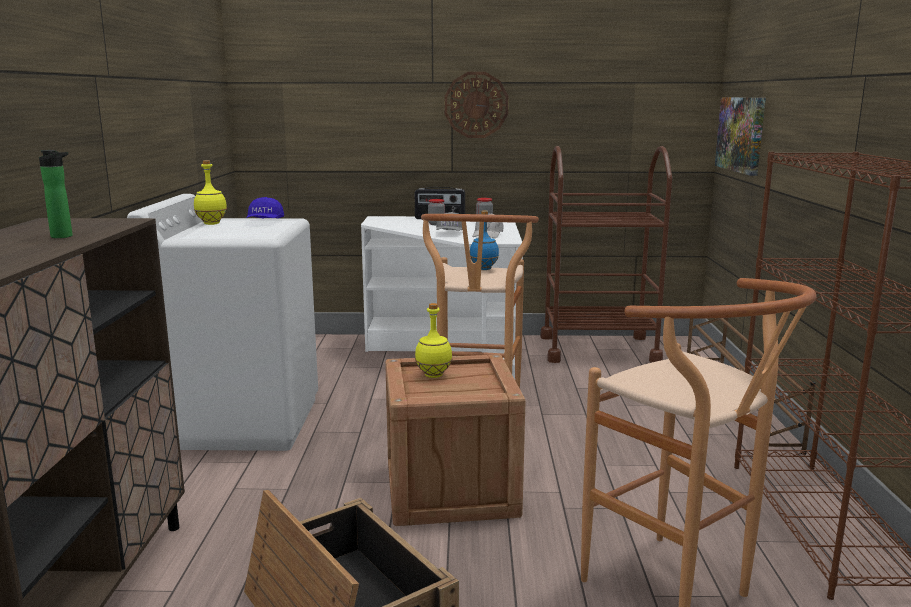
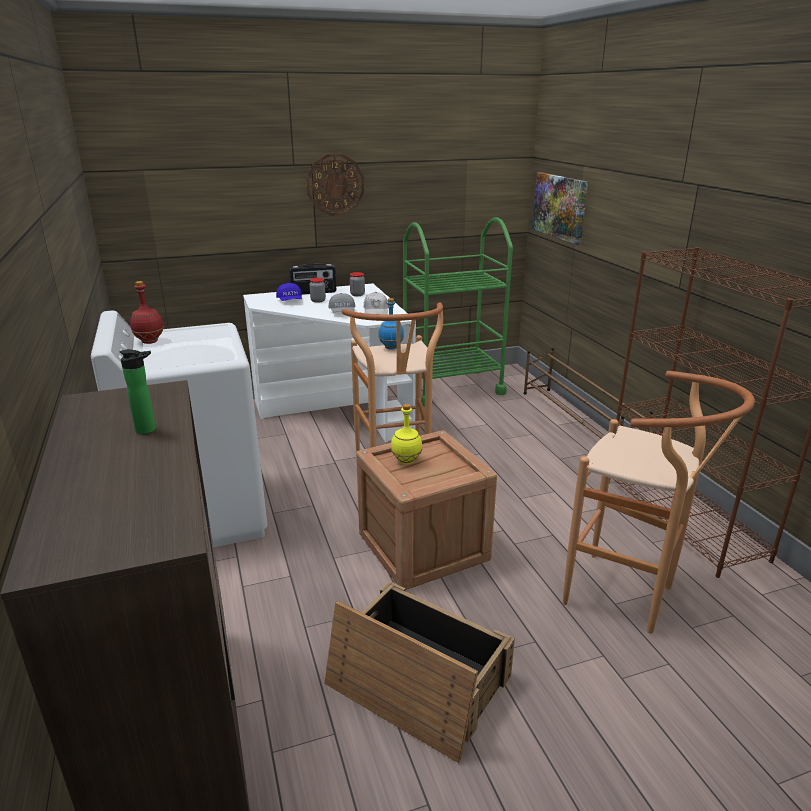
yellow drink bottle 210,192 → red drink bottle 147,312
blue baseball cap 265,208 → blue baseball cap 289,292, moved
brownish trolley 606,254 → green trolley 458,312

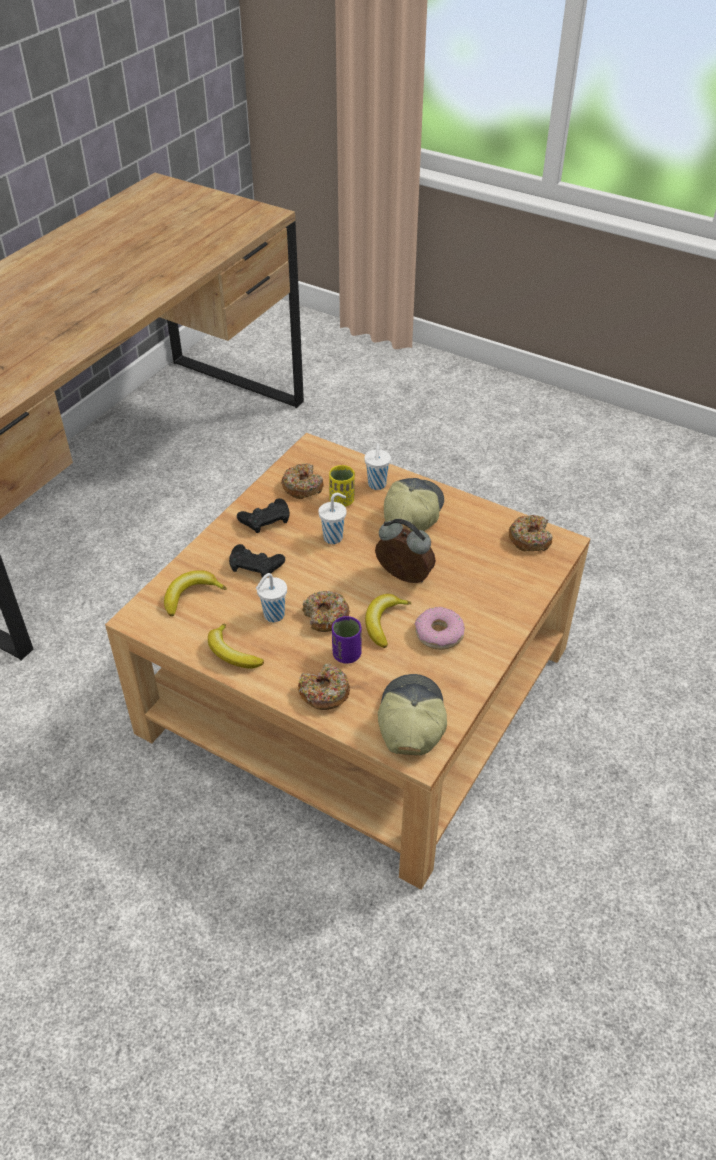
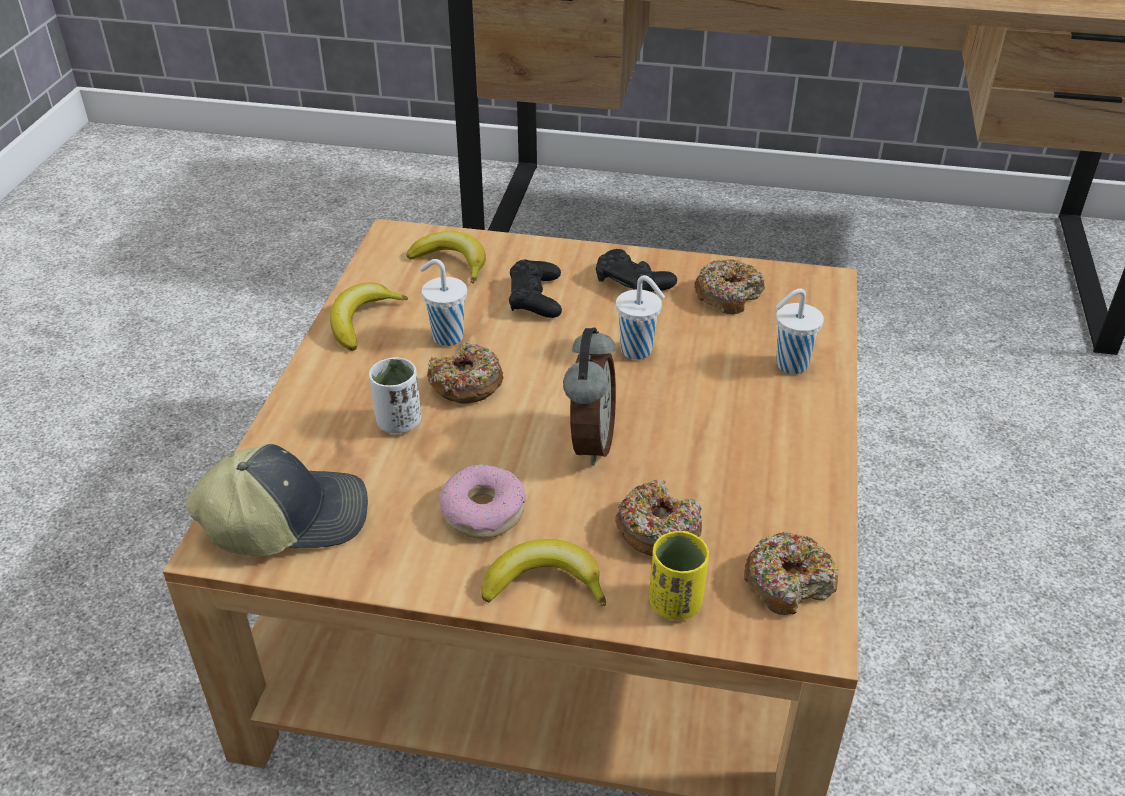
purplish cup 347,640 → white cup 395,395
whole banana 388,621 → whole banana 543,573, moved
donut 324,687 → donut 658,518, moved
yellow cup 342,486 → yellow cup 679,575, moved
baseball cap 414,505 → -

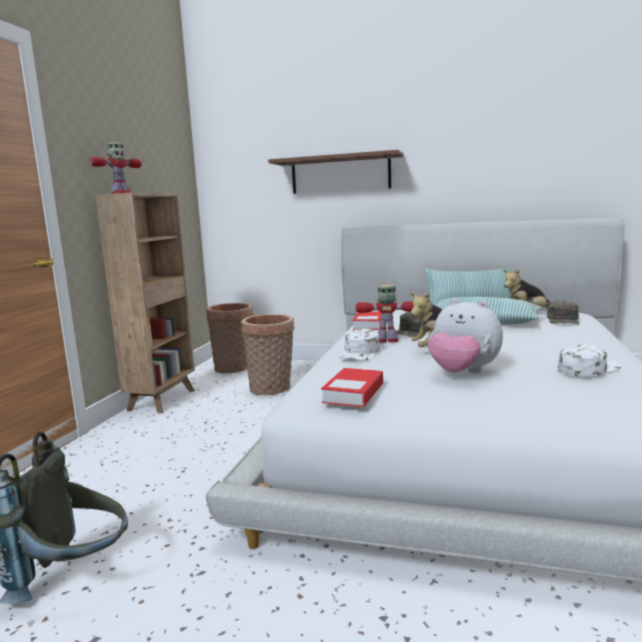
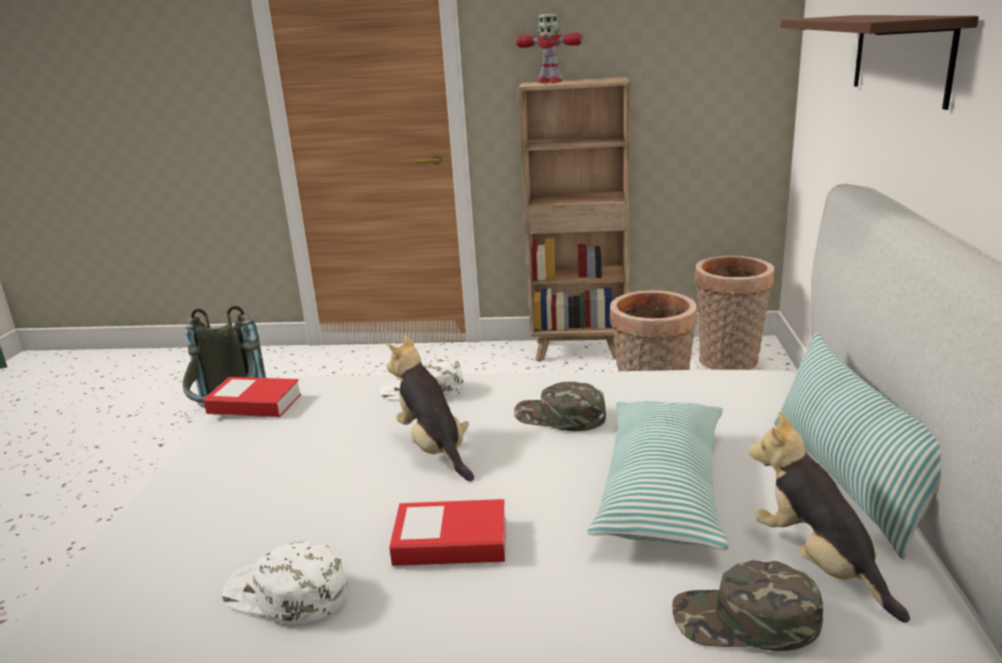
white baseball cap 589,360 → white baseball cap 284,582, 150 degrees clockwise
bound book 367,320 → bound book 448,532, moved
model robot 384,313 → -
soft toy 465,335 → -

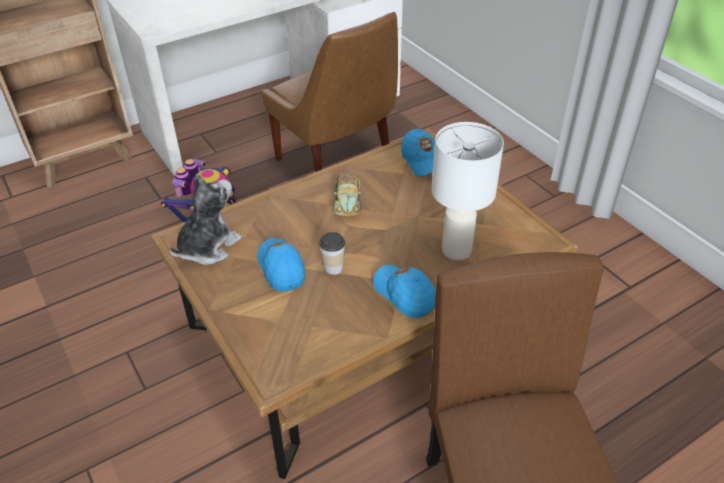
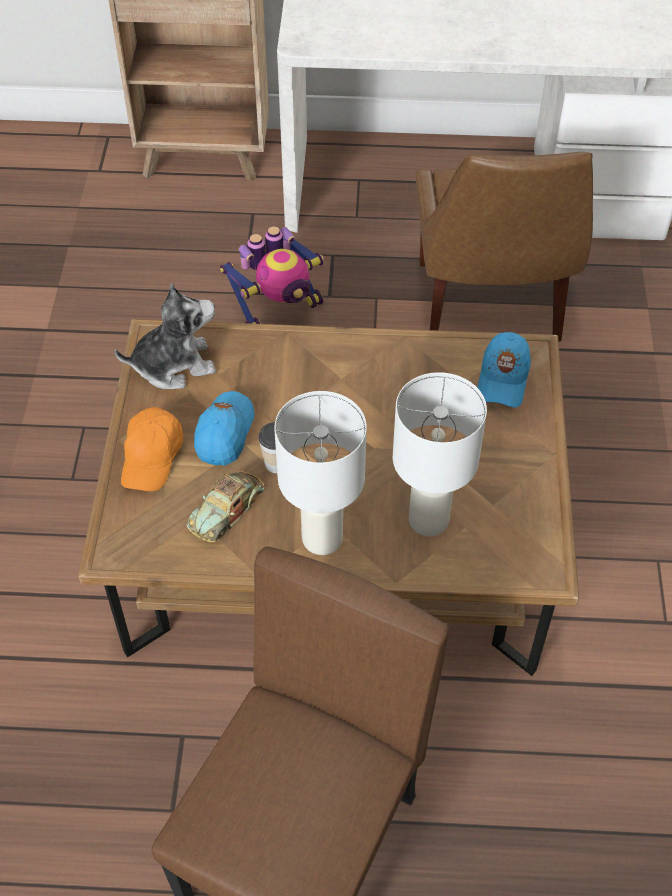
- → orange-coloured baseball cap 152,449
model car 347,194 → model car 225,507, moved
blue baseball cap 404,291 → white lamp for a table 320,473

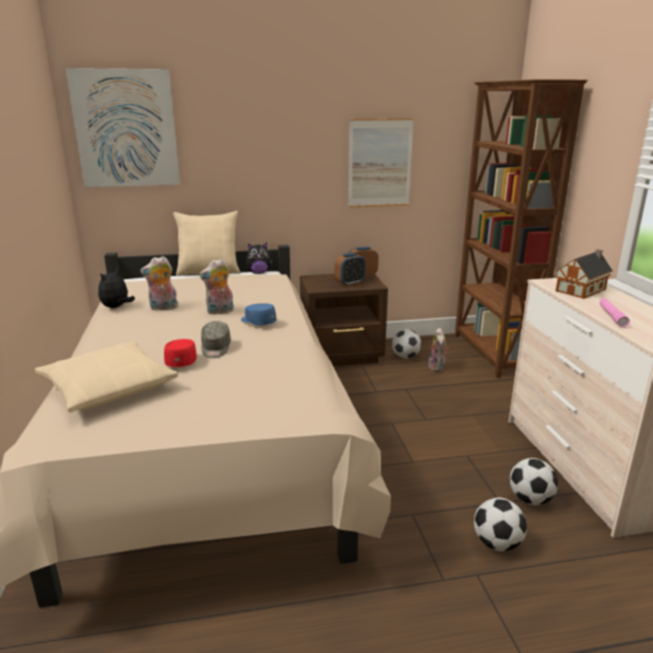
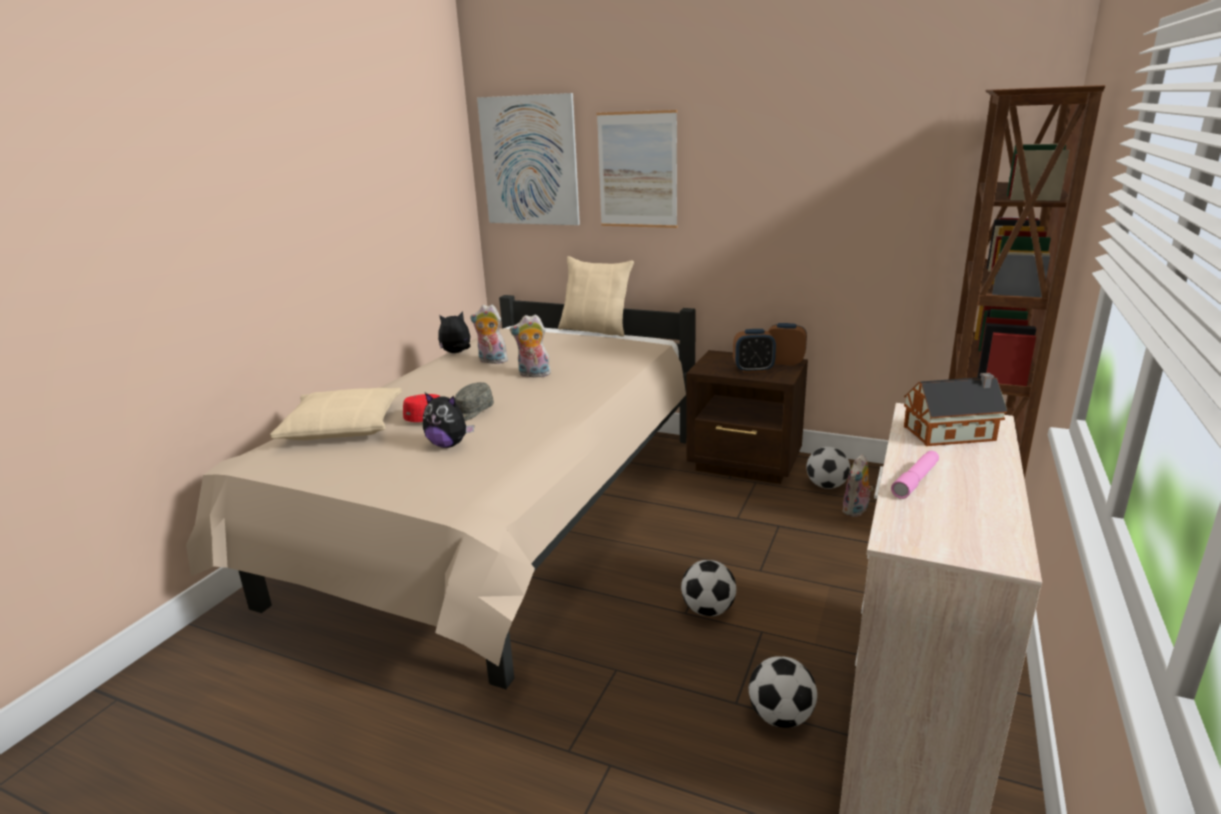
soft toy 259,258 → soft toy 448,420, moved
picture 381,163 → picture 637,169, moved
football ball 500,524 → football ball 708,588, moved
blue baseball cap 259,314 → -

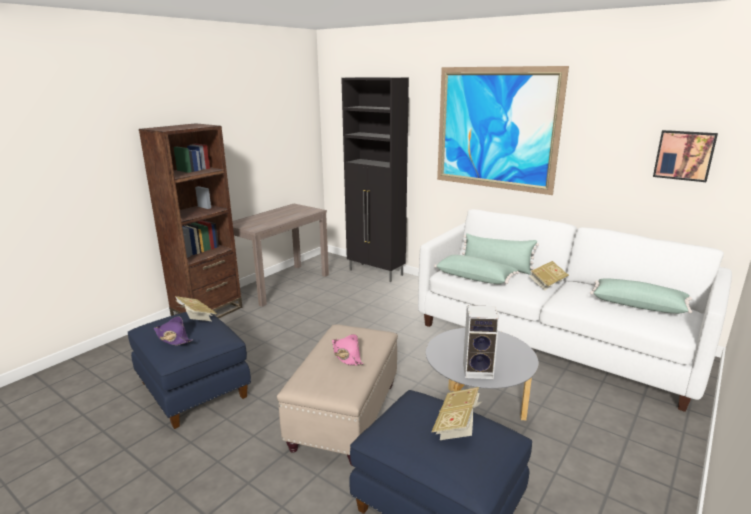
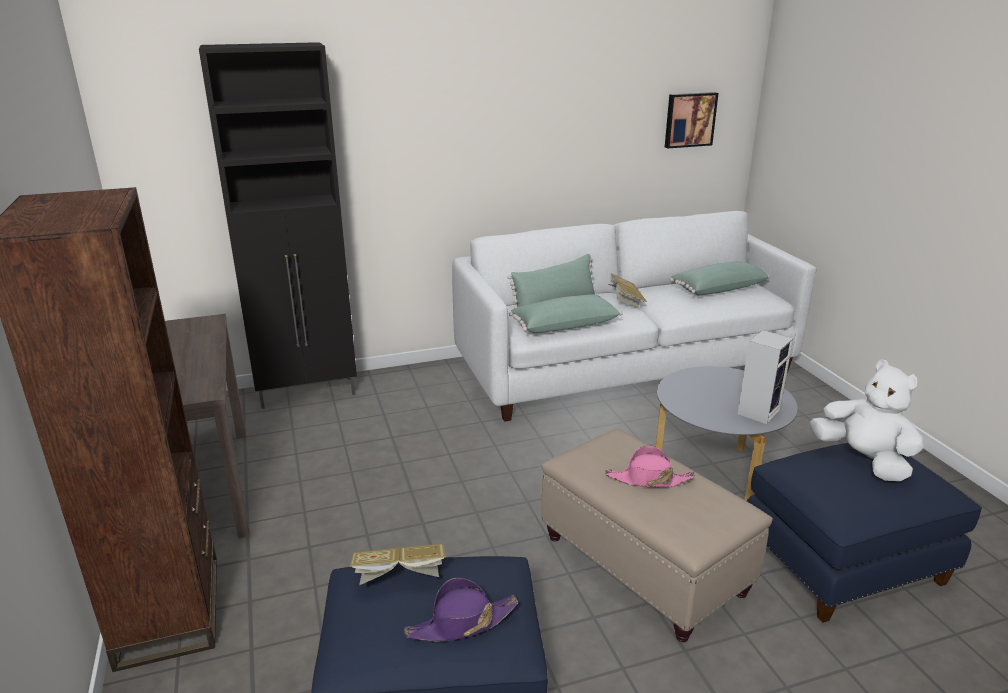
bound book 456,413 → white soft toy 866,420
picture 503,130 → -

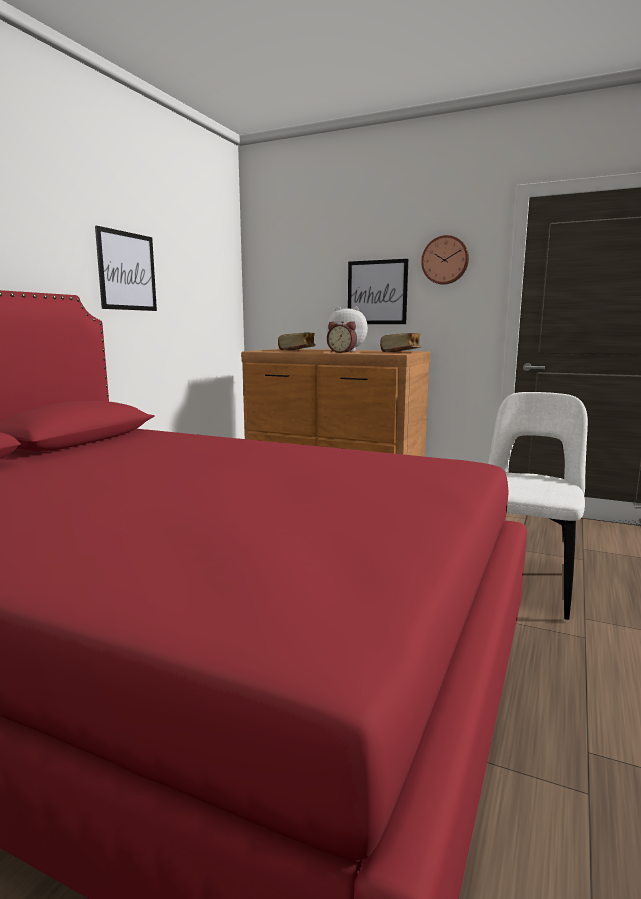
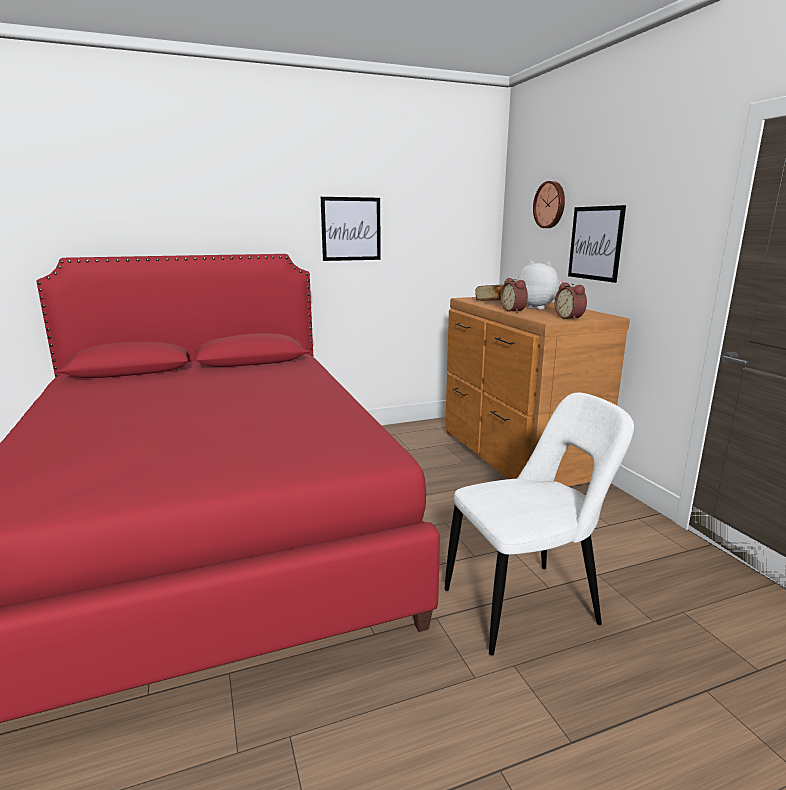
hanging clock 445,260 → hanging clock 549,204, moved
bound book 400,342 → bedside clock 571,301

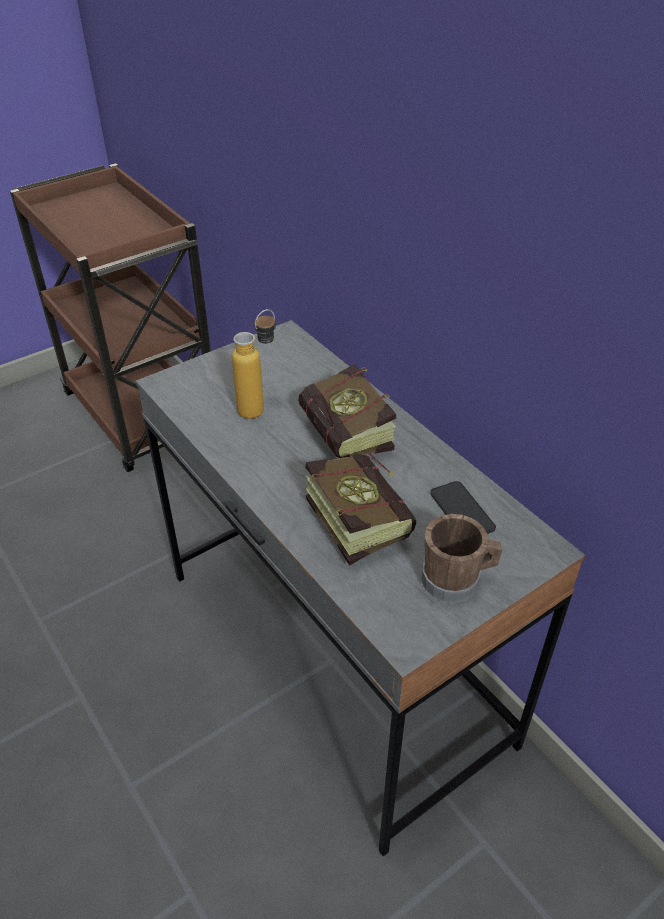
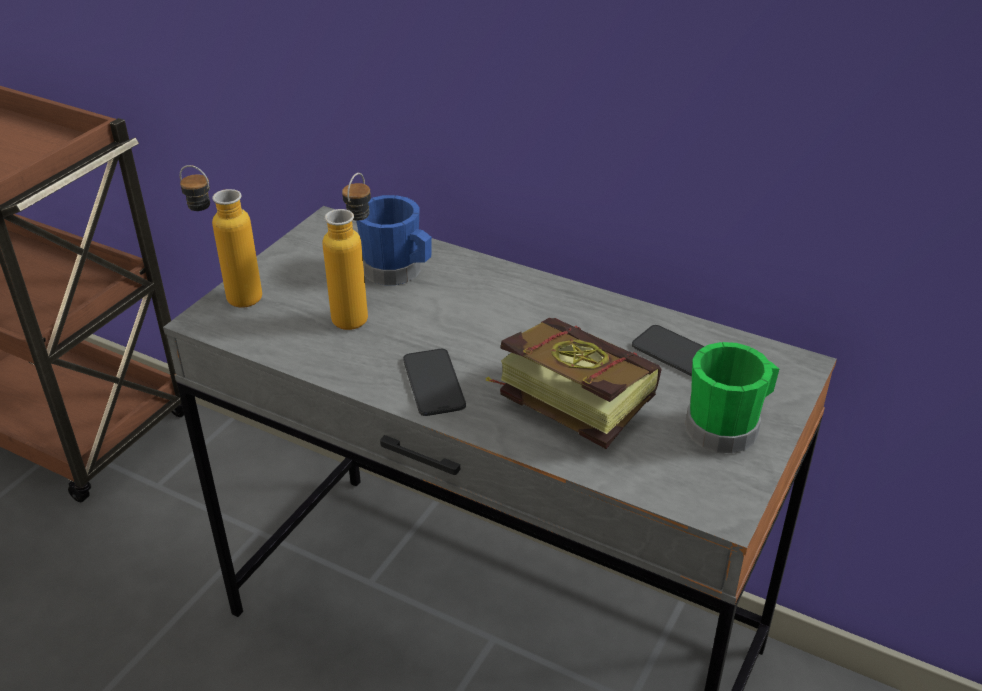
- → drink bottle 221,236
- → blue tea mug 394,240
- → phone 434,382
brownish tea mug 461,558 → green tea mug 732,397
bound book 347,420 → -

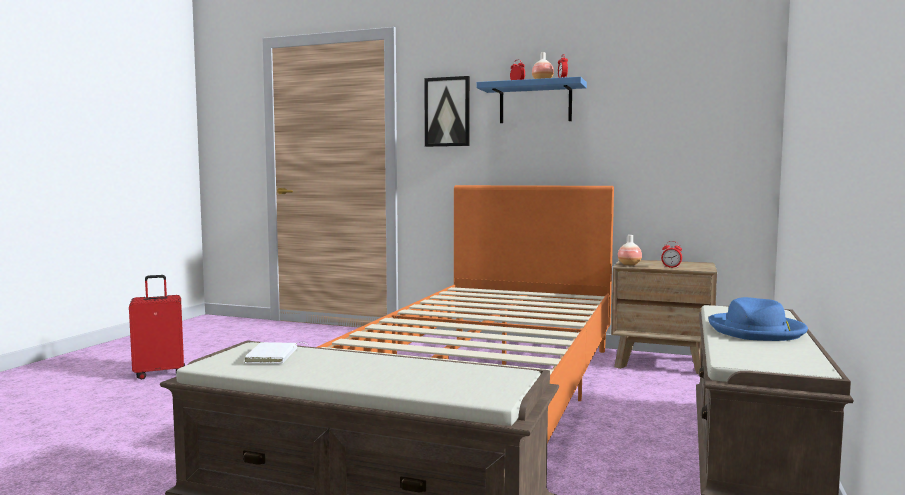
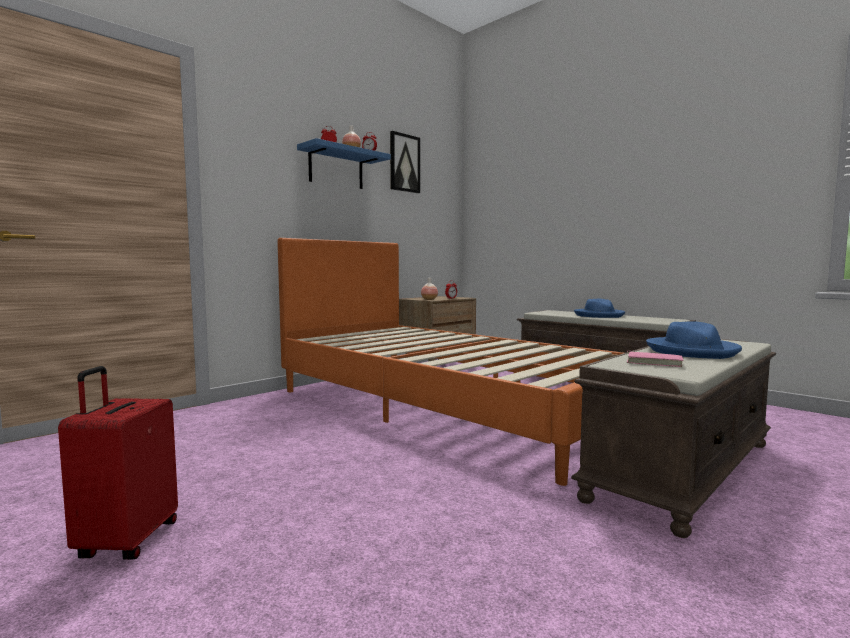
picture 447,111 → picture 405,162, moved
white bound book 276,353 → pink-coloured bound book 655,358
- → blue clothing hat 694,340

